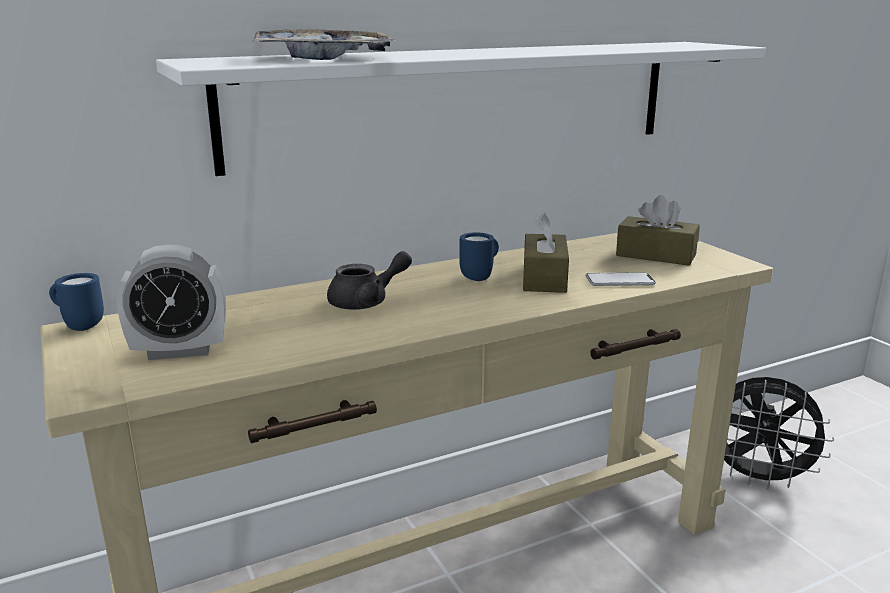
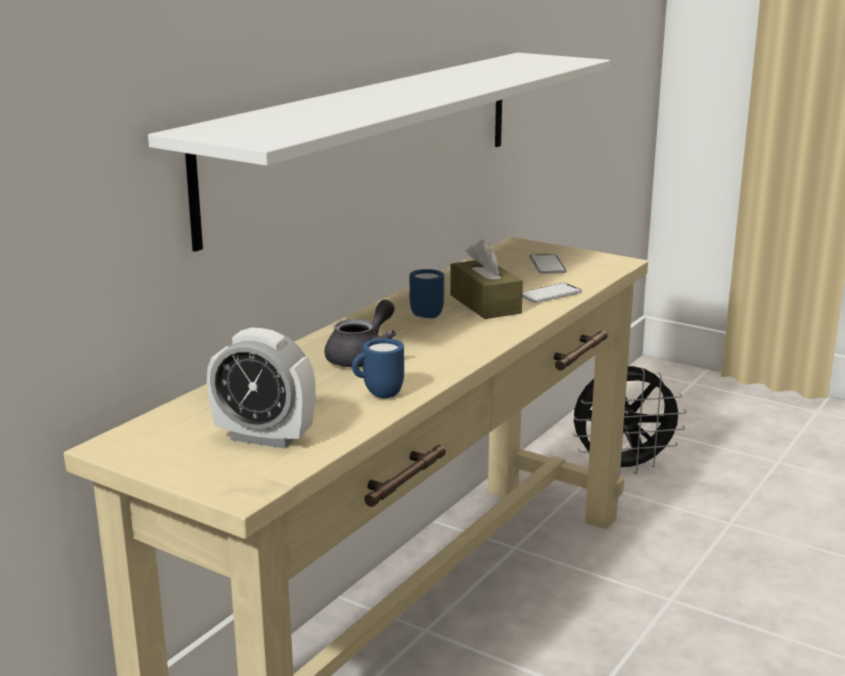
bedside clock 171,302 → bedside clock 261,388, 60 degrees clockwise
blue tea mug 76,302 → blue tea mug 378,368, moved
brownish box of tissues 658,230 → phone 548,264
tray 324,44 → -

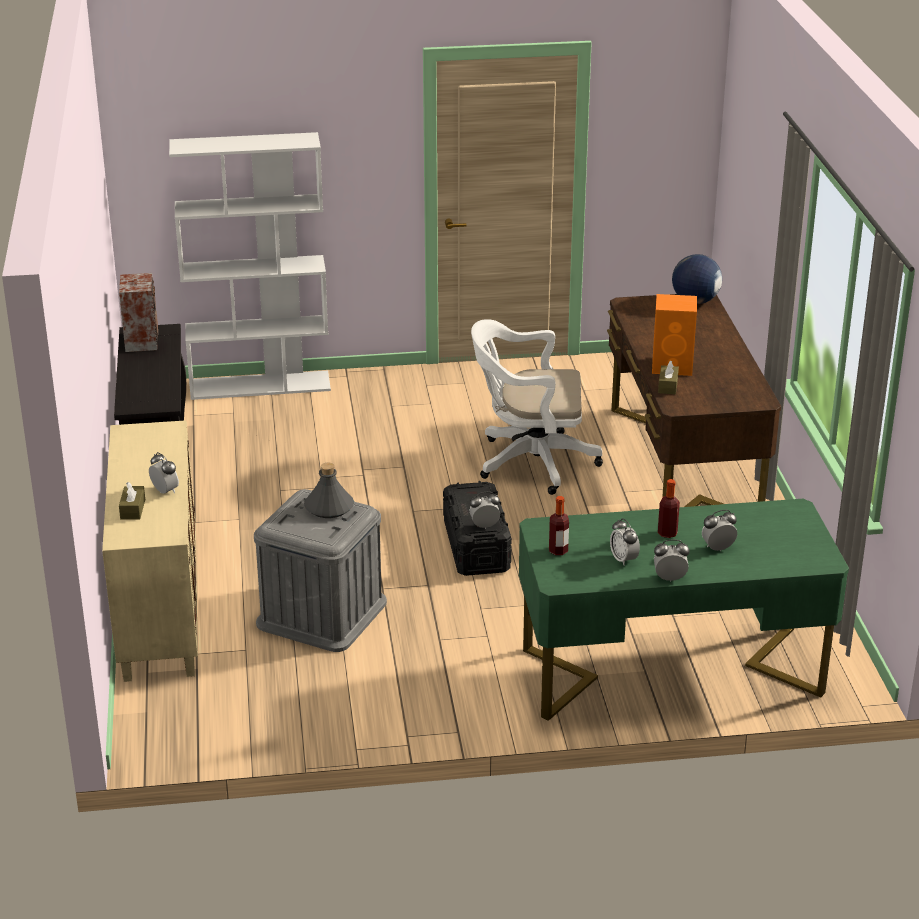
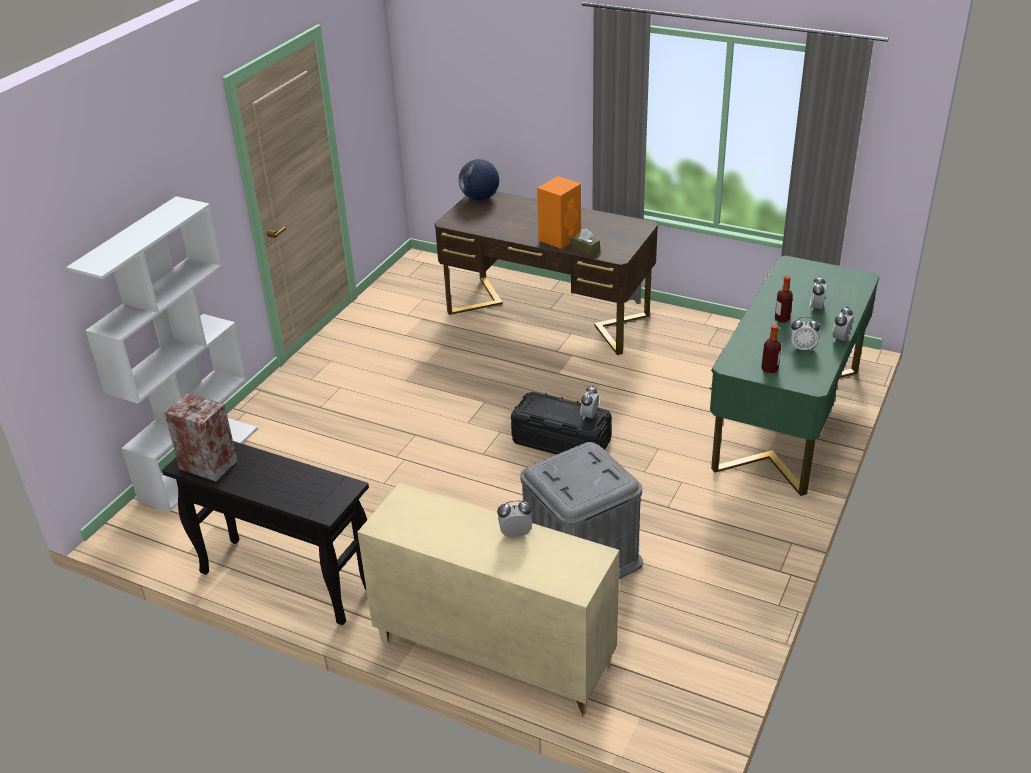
brownish box of tissues 132,501 → -
gray drink bottle 329,490 → -
white computer chair 537,407 → -

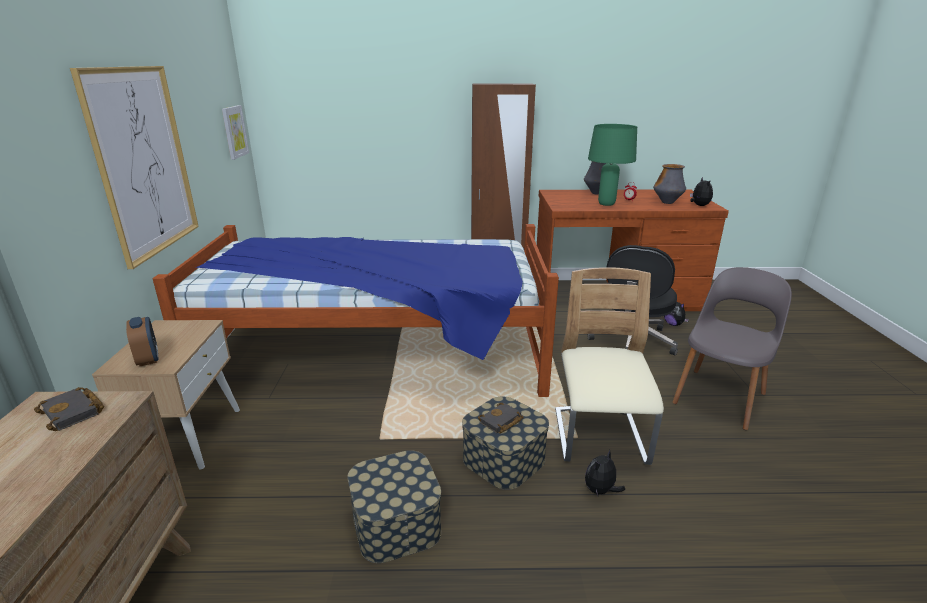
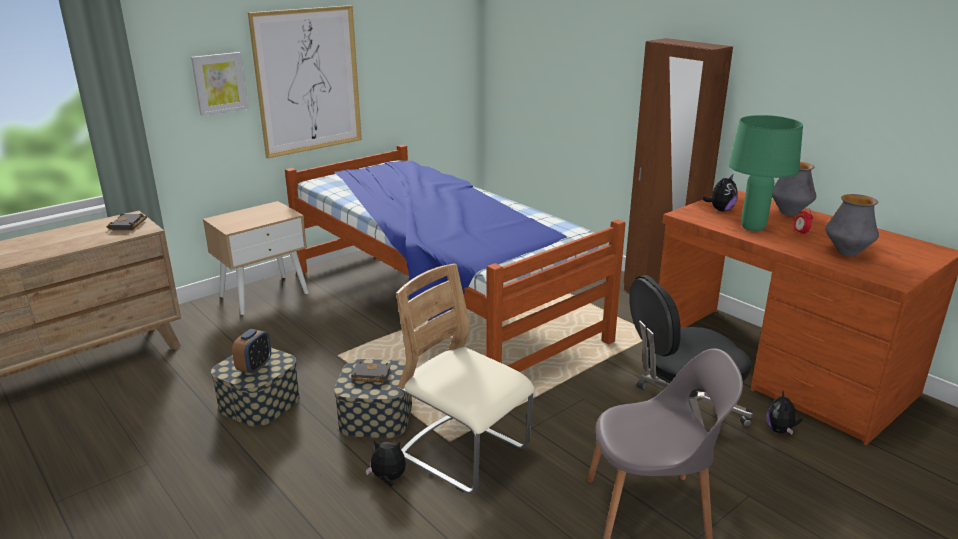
picture 235,132 → picture 220,84, moved
bedside clock 142,341 → bedside clock 251,351, moved
beige-coloured chair 609,366 → beige-coloured chair 465,378, 105 degrees counterclockwise
soft toy 701,191 → soft toy 720,193, moved

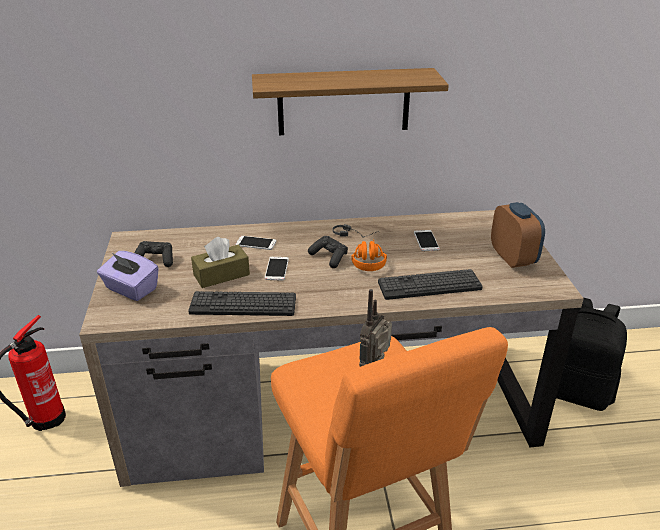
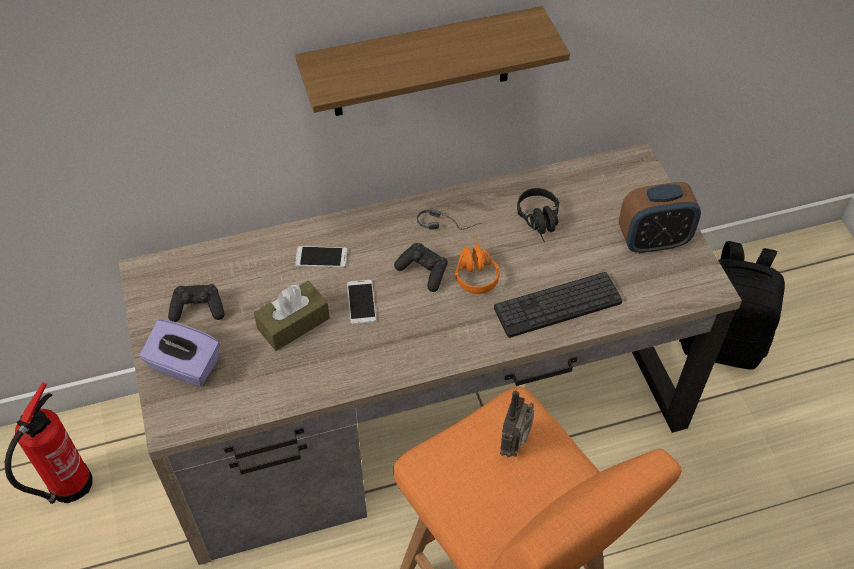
phone 427,240 → black pair of headphones 538,215
bedside clock 518,235 → bedside clock 660,218, 105 degrees clockwise
PC keyboard 242,303 → -

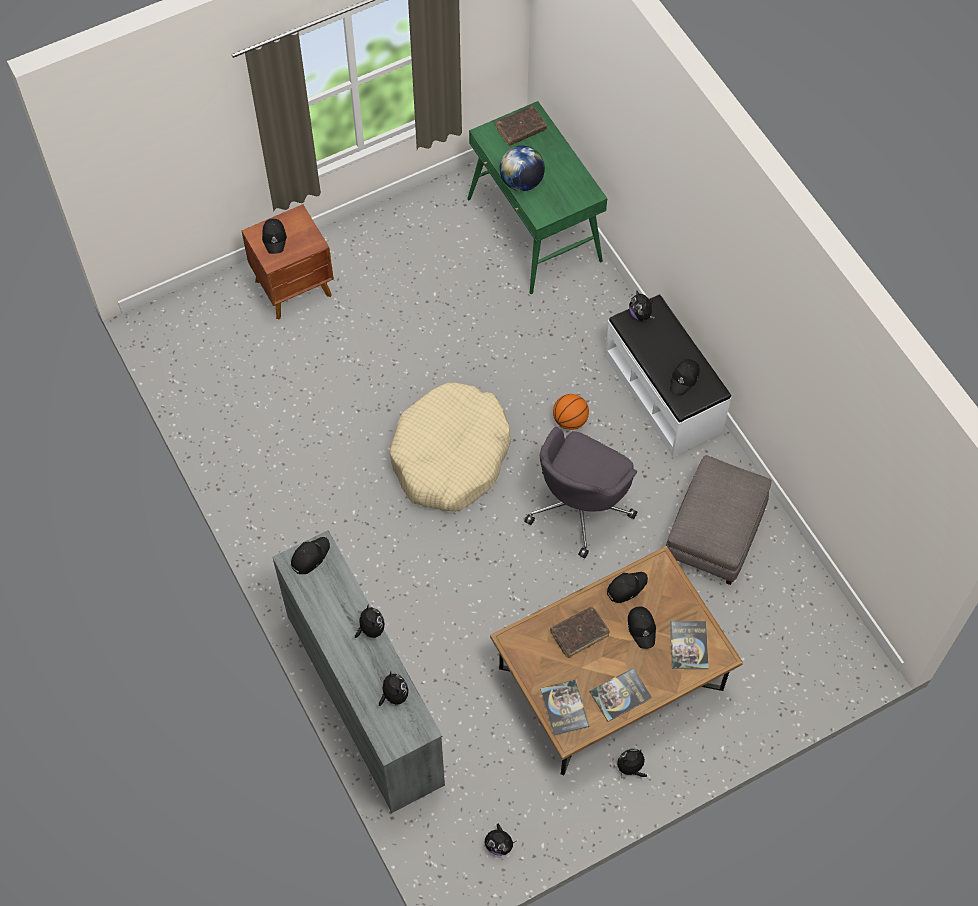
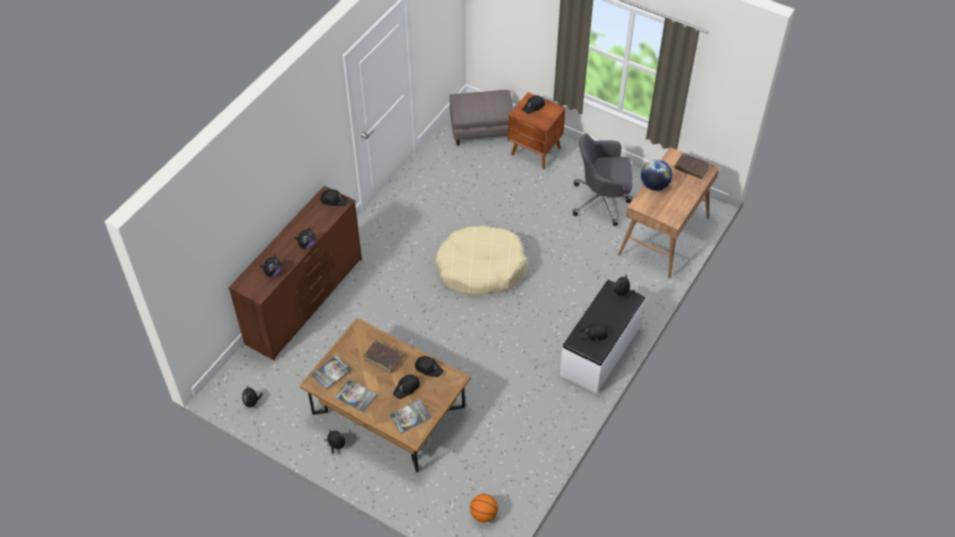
gray chest of drawers 358,671 → brownish chest of drawers 295,273
gray ottoman 719,520 → gray ottoman 481,118, moved
ball for basketball 571,412 → ball for basketball 484,508, moved
gray computer chair 580,492 → gray computer chair 602,179, moved
green desk 537,197 → brownish desk 669,213

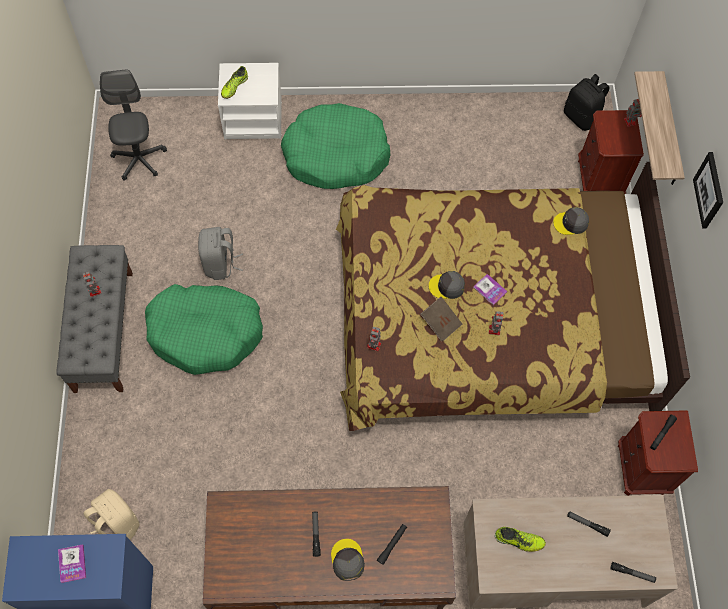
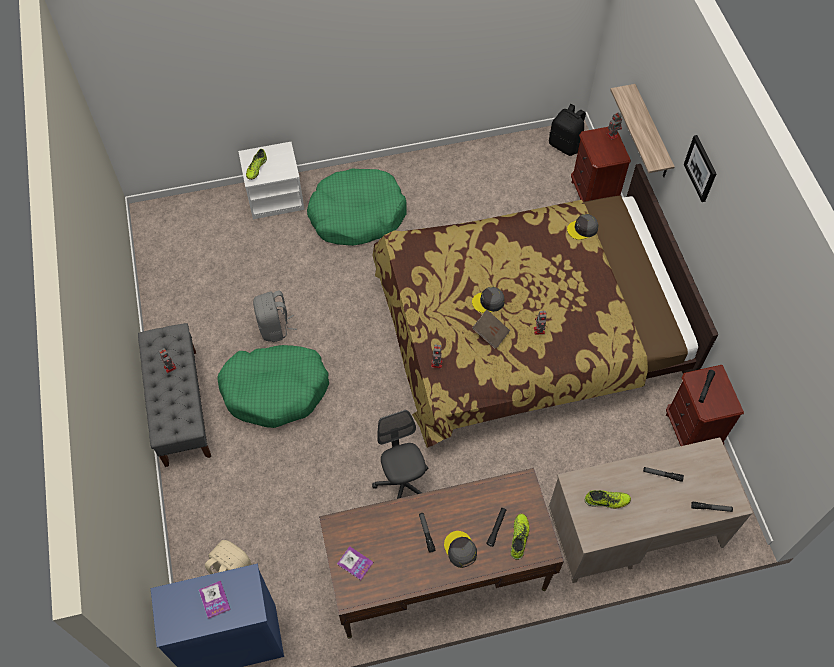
bound book 490,289 → bound book 355,563, moved
gray computer chair 133,125 → gray computer chair 400,454, moved
- → shoe 520,537

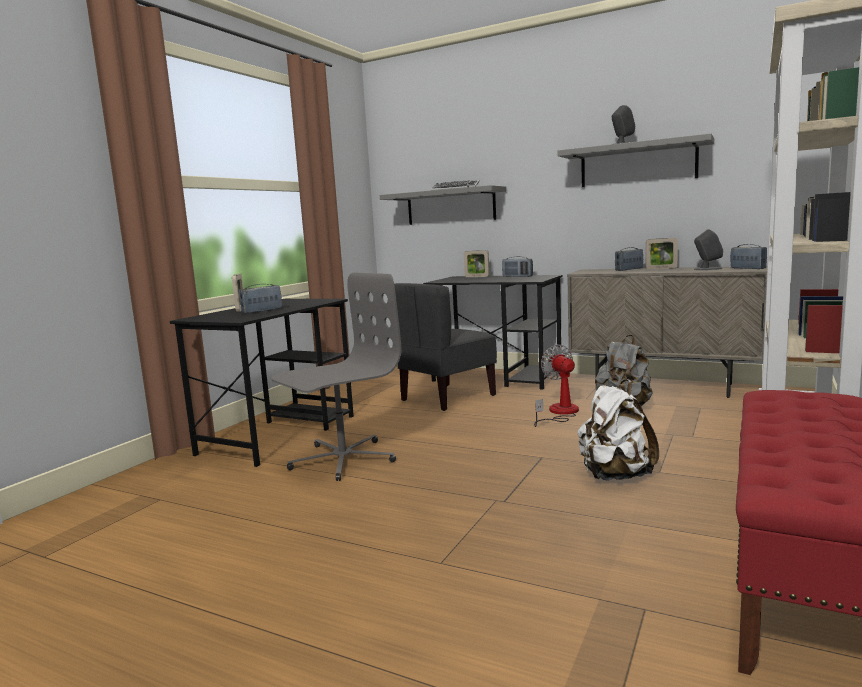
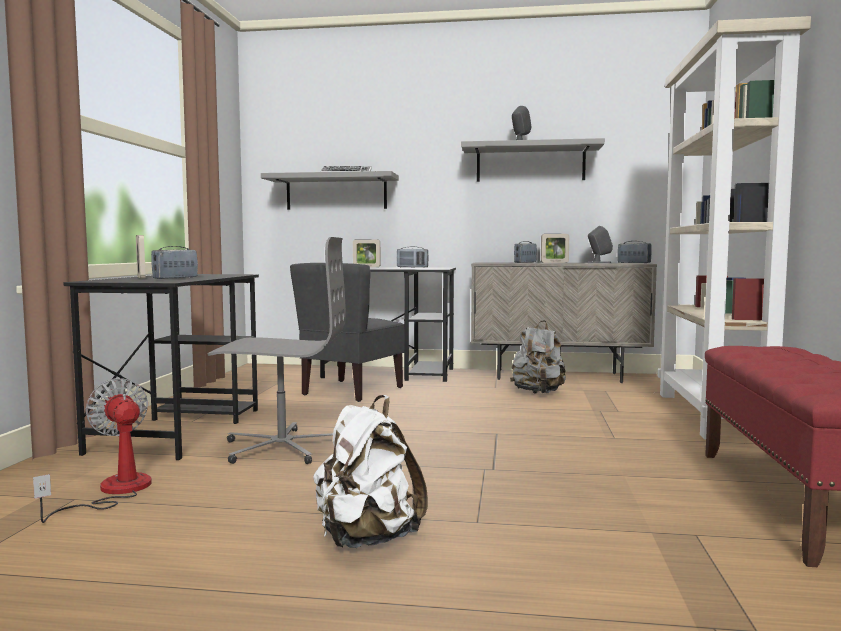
cooling fan 556,385 → cooling fan 92,450, moved
gray computer chair 336,376 → gray computer chair 276,350, 60 degrees clockwise
white backpack 618,430 → white backpack 370,471, moved

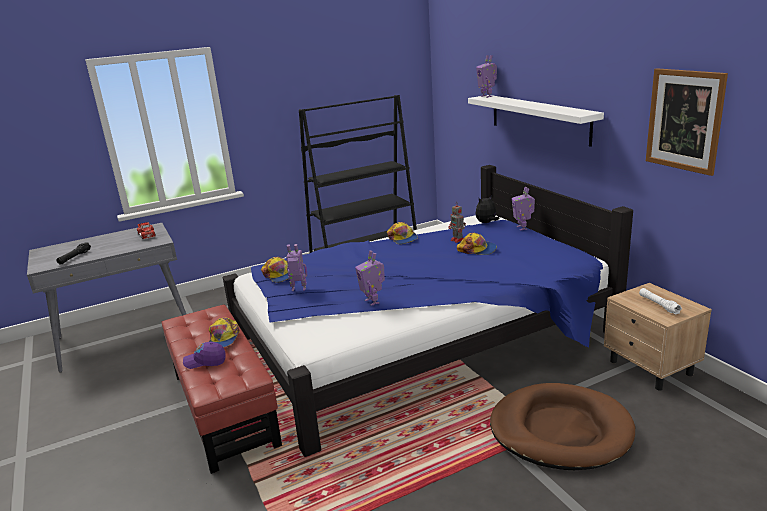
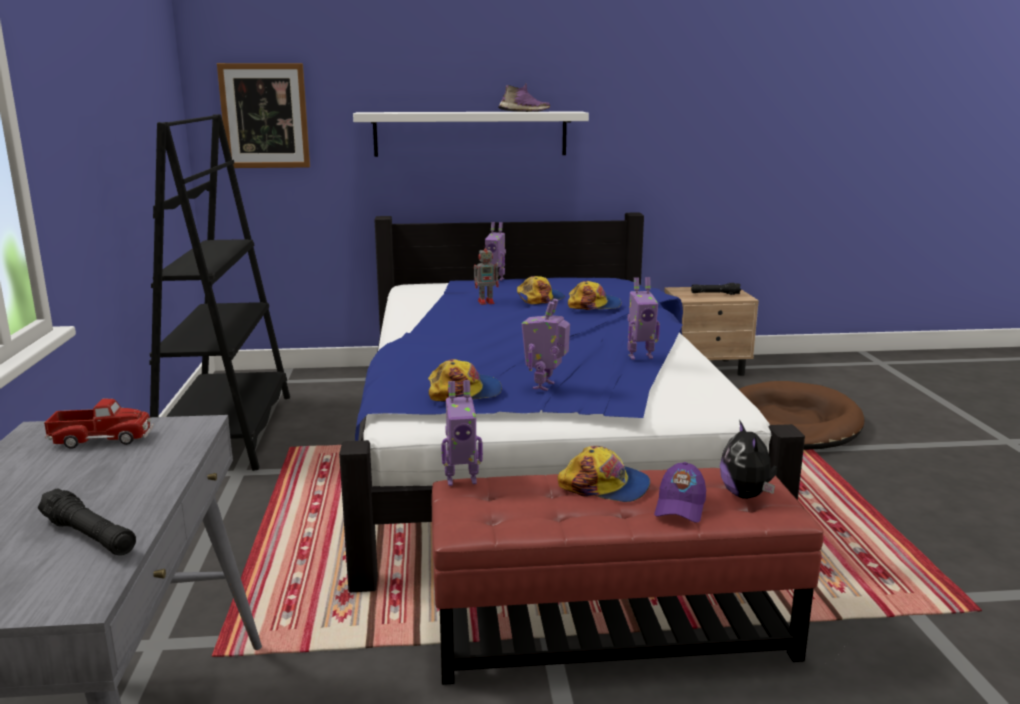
picture 687,122 → picture 263,115, moved
model robot 486,76 → model robot 462,433, moved
- → purplish shoe 524,97
baseball cap 402,233 → baseball cap 594,295, moved
white torch 660,301 → black torch 716,289
soft toy 487,209 → soft toy 748,459, moved

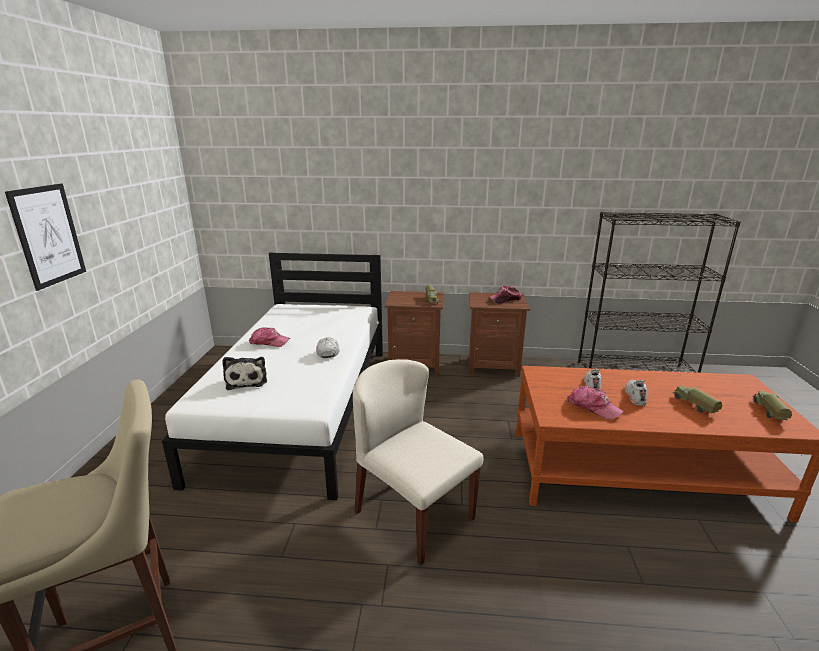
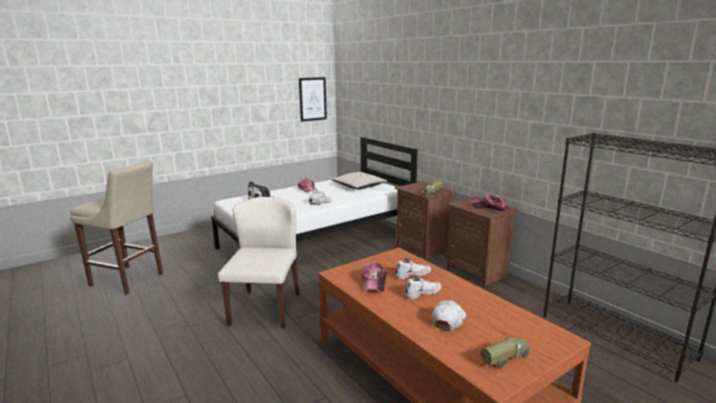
picture 45,237 → picture 313,99, moved
- → beige-coloured cushion 359,180
toy truck 697,399 → white baseball cap 449,315

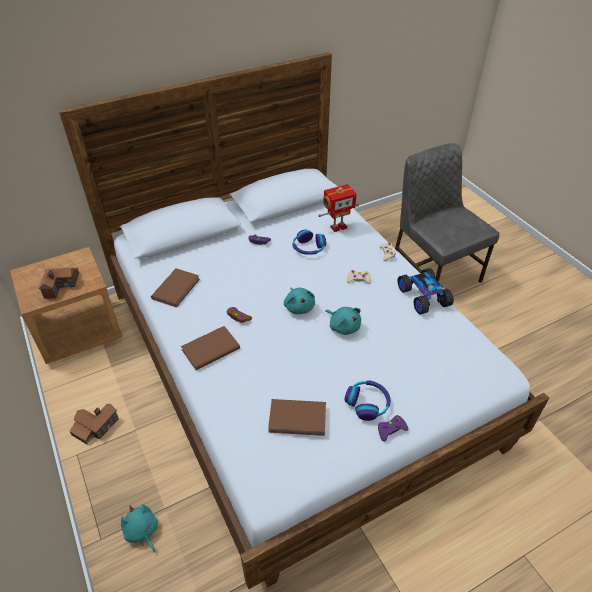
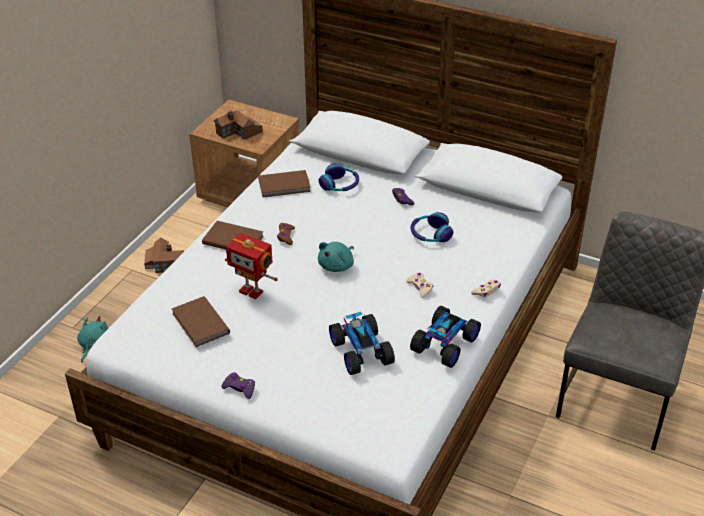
model robot 338,208 → model robot 251,266, moved
pair of headphones 368,400 → pair of headphones 338,177, moved
- → model car 362,343
blue-green soft toy 343,321 → -

